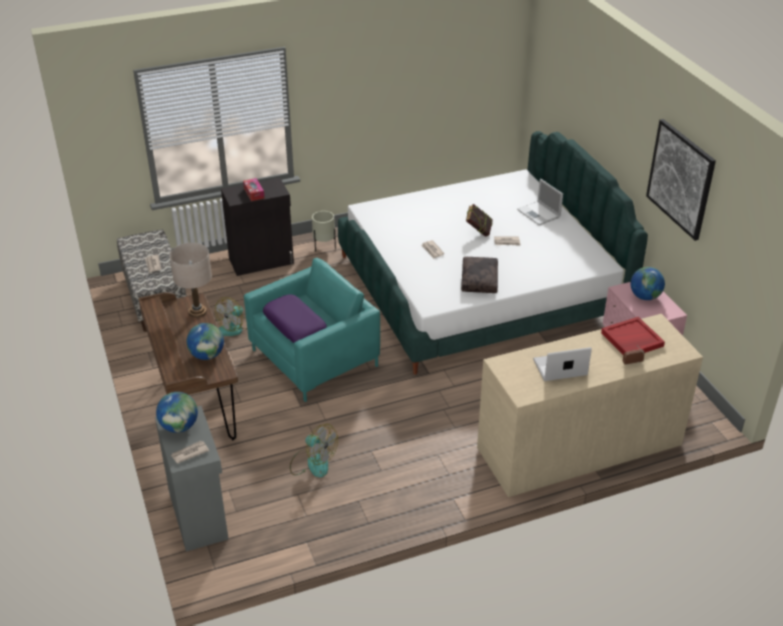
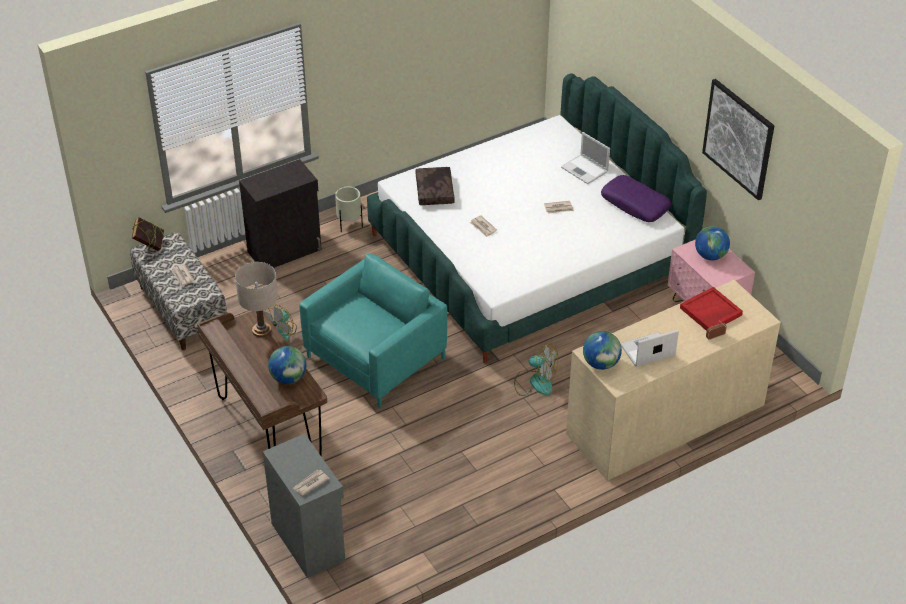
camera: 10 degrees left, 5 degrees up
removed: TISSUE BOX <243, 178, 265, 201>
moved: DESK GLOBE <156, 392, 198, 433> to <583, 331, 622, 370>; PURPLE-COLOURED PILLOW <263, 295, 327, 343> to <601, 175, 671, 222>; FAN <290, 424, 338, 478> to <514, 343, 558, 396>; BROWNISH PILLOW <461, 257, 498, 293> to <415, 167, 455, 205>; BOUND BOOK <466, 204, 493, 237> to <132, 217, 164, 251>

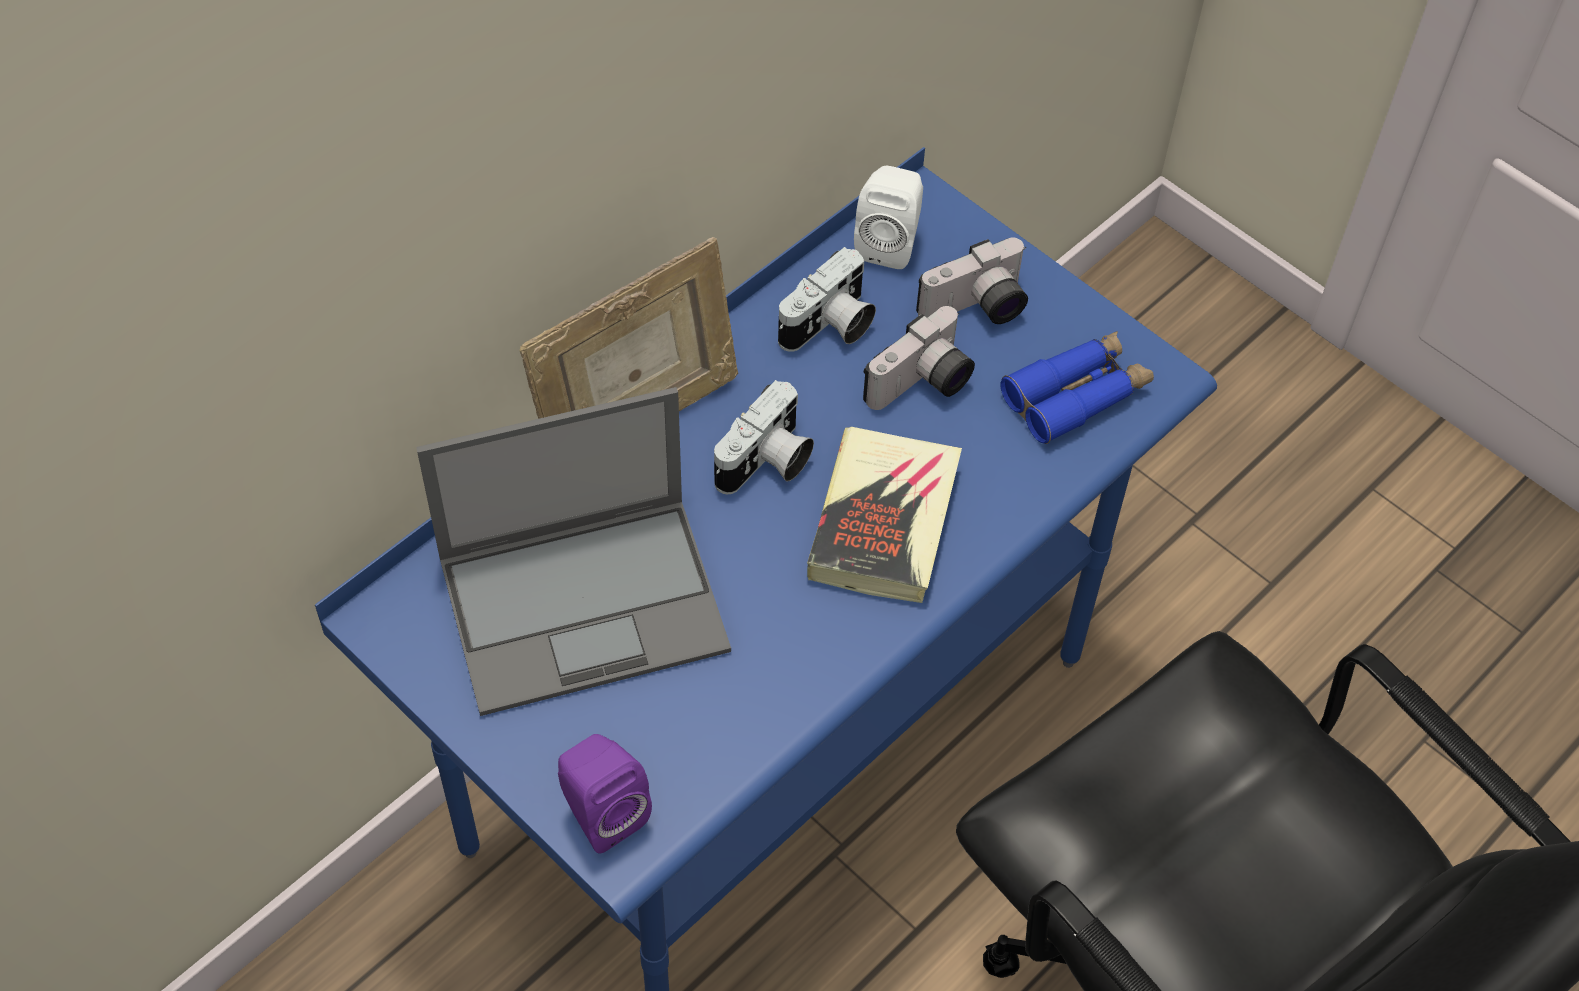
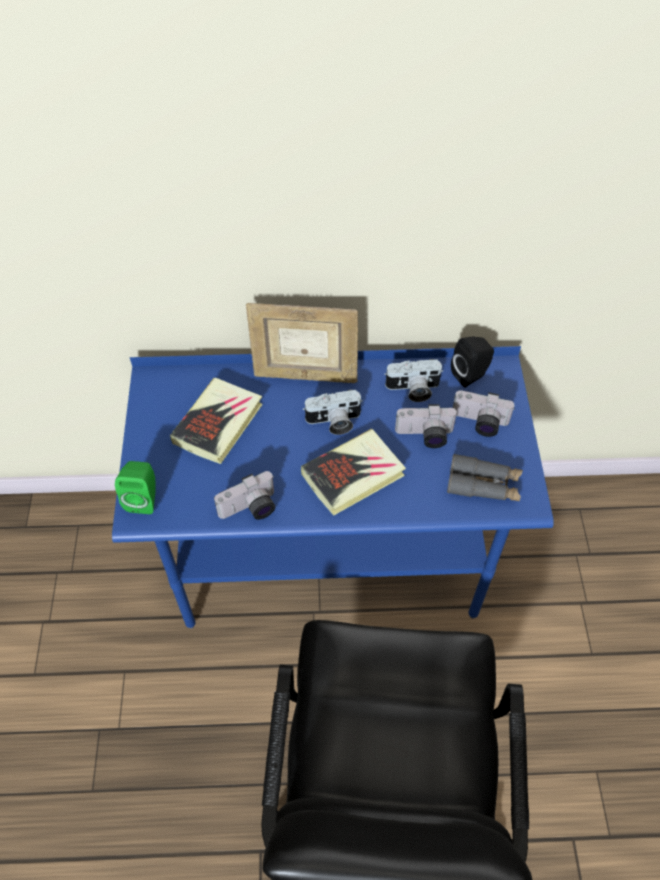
camera: 45 degrees right, 0 degrees up
added: STILL CAMERA <214, 471, 276, 520>
replaced: LAPTOP <417, 387, 731, 716> to BOUND BOOK <170, 378, 263, 464>
recoloured: PURPLE-COLOURED LOUDSPEAKER <558, 734, 652, 854> to GREEN LOUDSPEAKER <115, 461, 156, 514>; WHITISH LOUDSPEAKER <854, 166, 923, 269> to BLACKISH LOUDSPEAKER <451, 336, 494, 388>; BLUE-COLOURED PAIR OF BINOCULARS <1000, 331, 1154, 444> to GREYISH PAIR OF BINOCULARS <447, 454, 523, 501>

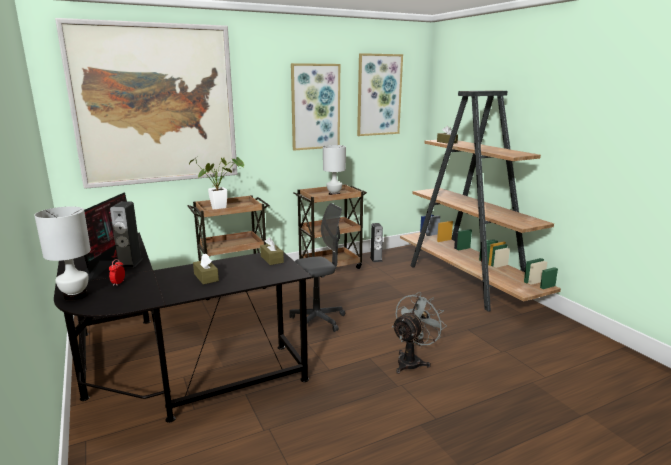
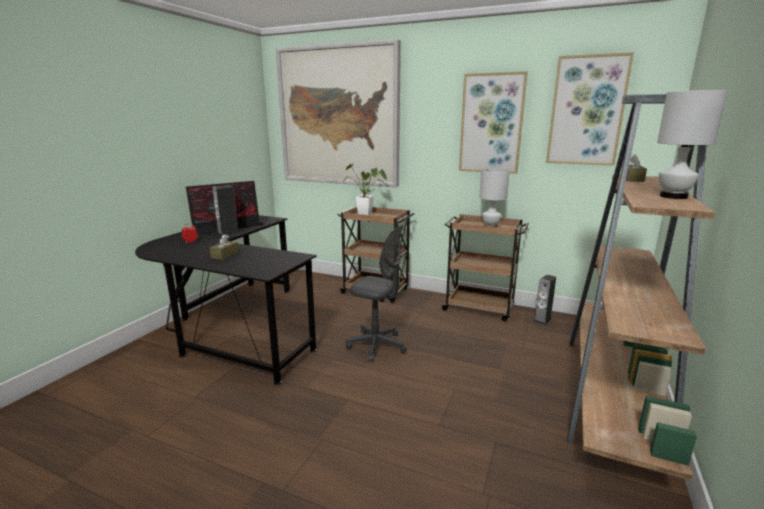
camera: 50 degrees right, 0 degrees up
removed: BROWNISH TISSUE BOX <260, 237, 284, 265>; GREYISH FAN <392, 292, 447, 374>
moved: WHITISH LAMP FOR A TABLE <34, 206, 91, 301> to <657, 90, 728, 199>

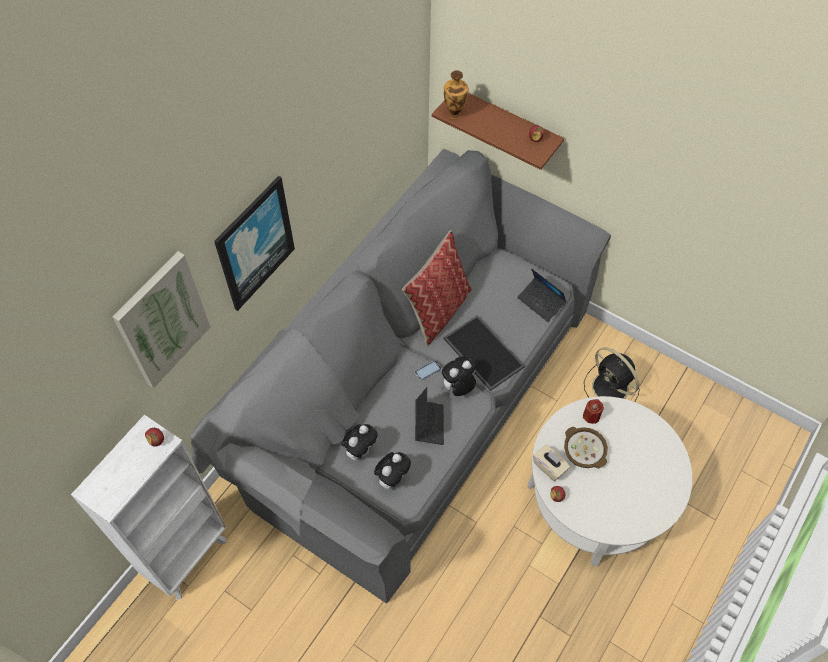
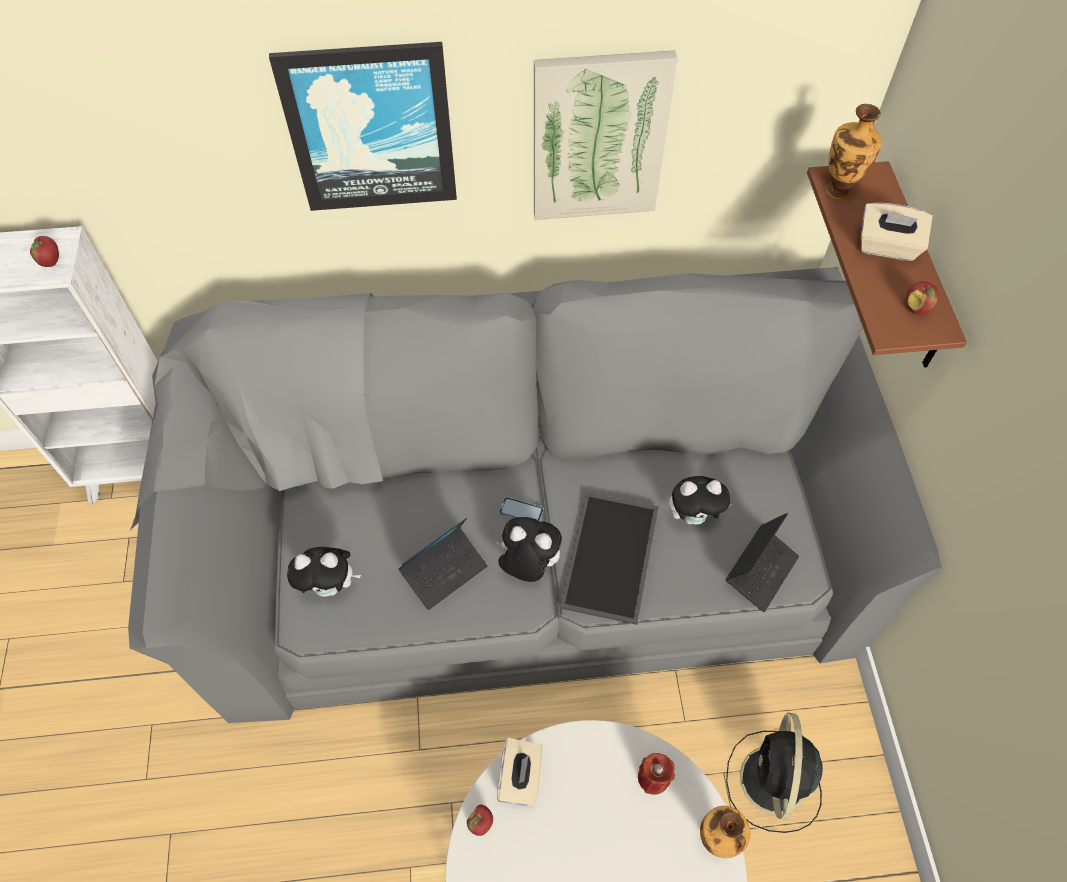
camera: 50 degrees right, 0 degrees up
removed: PILLOW <402, 230, 472, 346>; DEEP DISH <564, 427, 608, 468>
added: DECORATIVE VASE <700, 806, 750, 858>; BEIGE TISSUE BOX <861, 203, 933, 261>
moved: WALL ART <112, 251, 210, 388> to <534, 50, 677, 220>; CUDDLY TOY <342, 424, 377, 461> to <669, 476, 733, 525>
turned: LAPTOP <517, 268, 567, 322> = <726, 513, 799, 612> 150 degrees counterclockwise

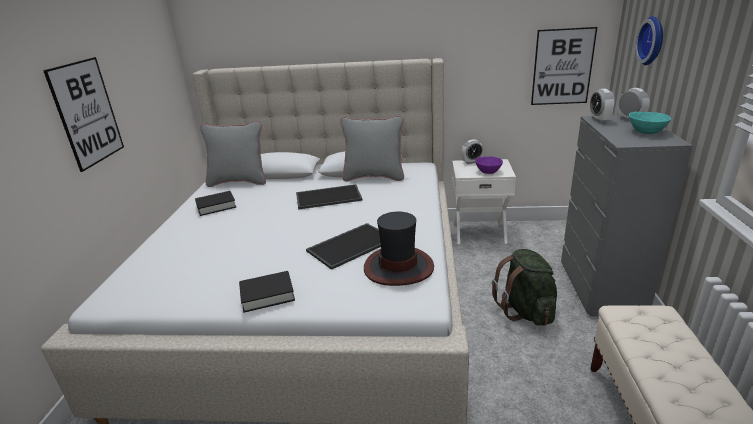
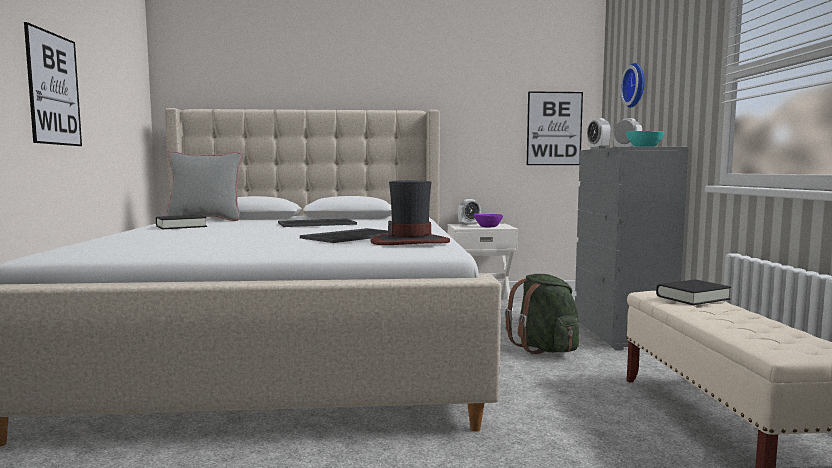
camera: 10 degrees left, 20 degrees down
removed: GREYISH PILLOW <340, 116, 404, 181>
moved: BLACKISH BOUND BOOK <239, 271, 295, 313> to <656, 280, 731, 305>

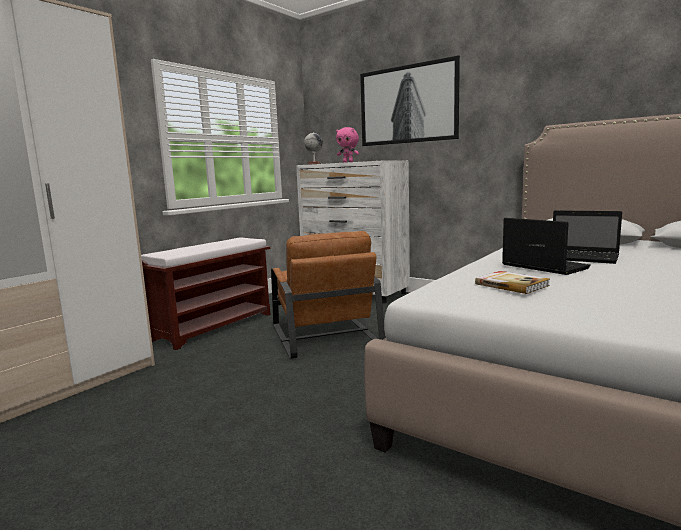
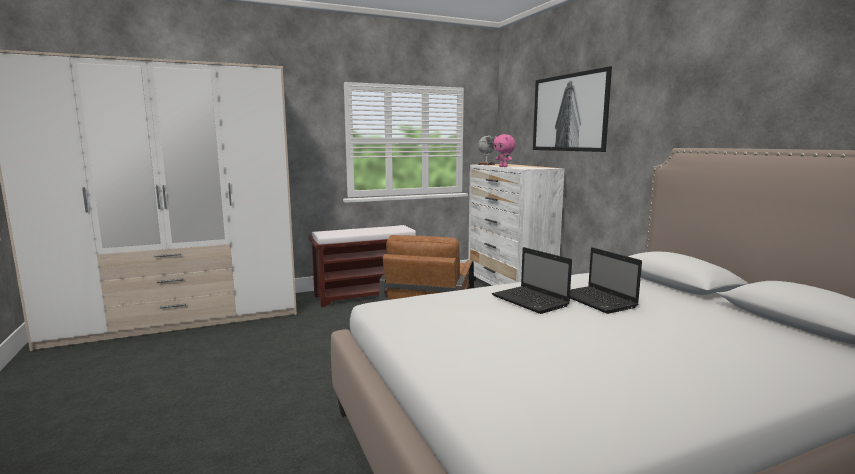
camera: 30 degrees right, 0 degrees up
removed: BOUND BOOK <475, 271, 550, 294>
turned: LAPTOP <502, 218, 591, 275> = <492, 247, 572, 314> 150 degrees clockwise

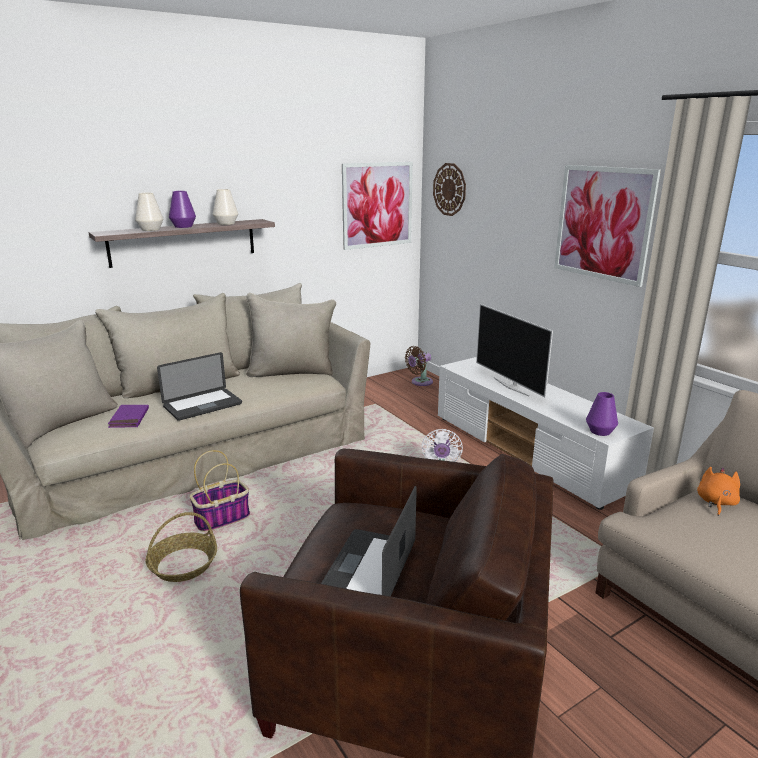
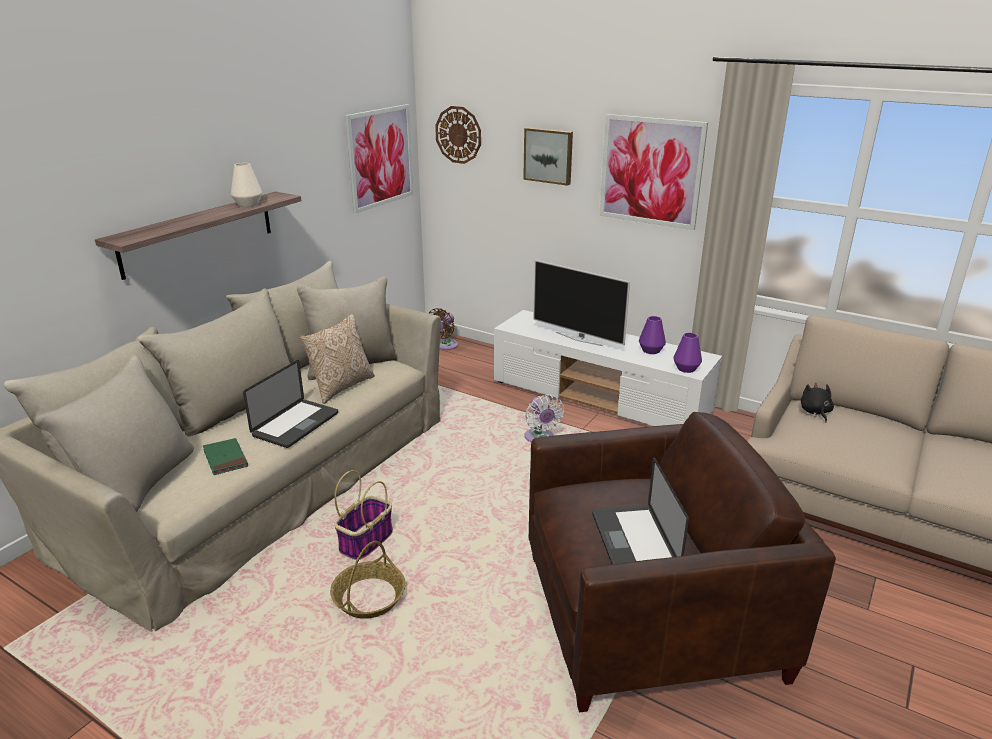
camera: 25 degrees left, 5 degrees up
removed: WHITISH DECORATIVE VASE <135, 193, 163, 231>
added: PILLOW <300, 313, 375, 404>; WALL ART <523, 127, 573, 186>
moved: PURPLE-COLOURED DECORATIVE VASE <169, 191, 196, 228> to <639, 316, 666, 354>
recoloured: PURPLE-COLOURED BOUND BOOK <108, 405, 149, 428> to GREEN BOUND BOOK <203, 438, 248, 475>; ORANGEY CUDDLY TOY <697, 467, 740, 516> to BLACKISH CUDDLY TOY <801, 383, 834, 423>

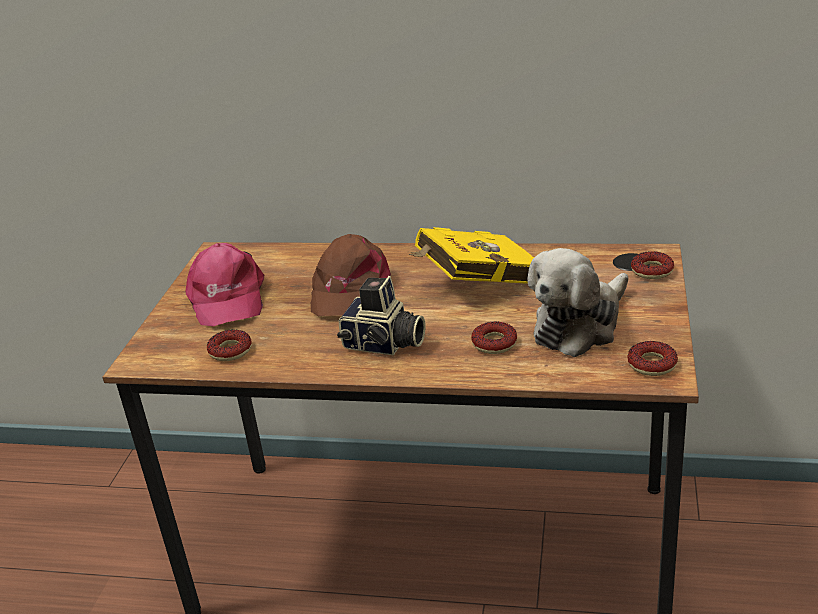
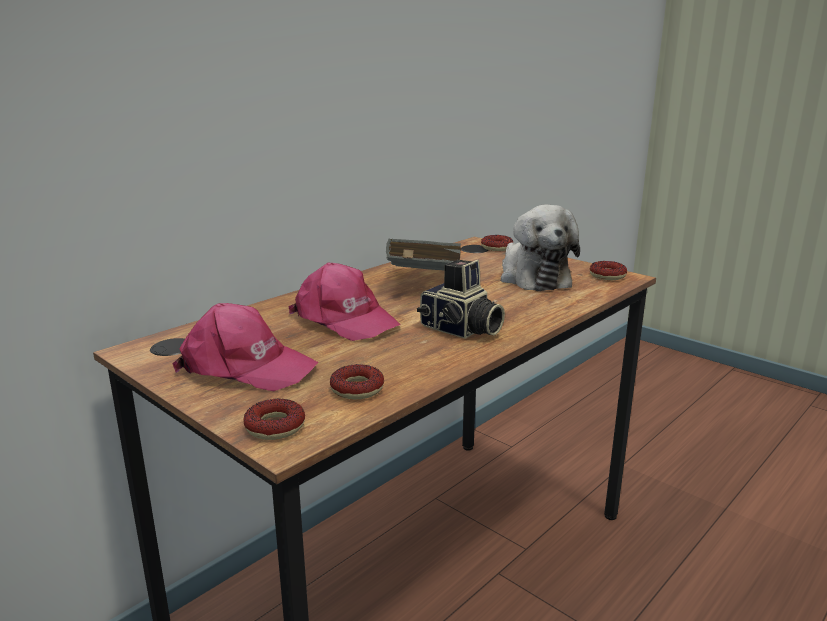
camera: 60 degrees left, 10 degrees down
moved: DONUT <471, 321, 517, 354> to <243, 399, 305, 440>
recoloured: BROWNISH CAP <311, 234, 391, 316> to PINK CAP <288, 263, 401, 341>; YELLOW-COLOURED BOUND BOOK <408, 227, 534, 284> to GREYISH BOUND BOOK <386, 239, 461, 270>
turned: STILL CAMERA <337, 276, 426, 355> = <417, 260, 505, 339> 75 degrees clockwise

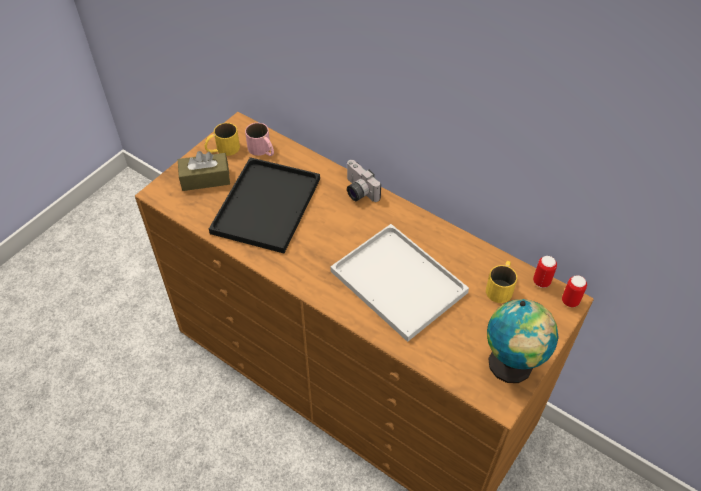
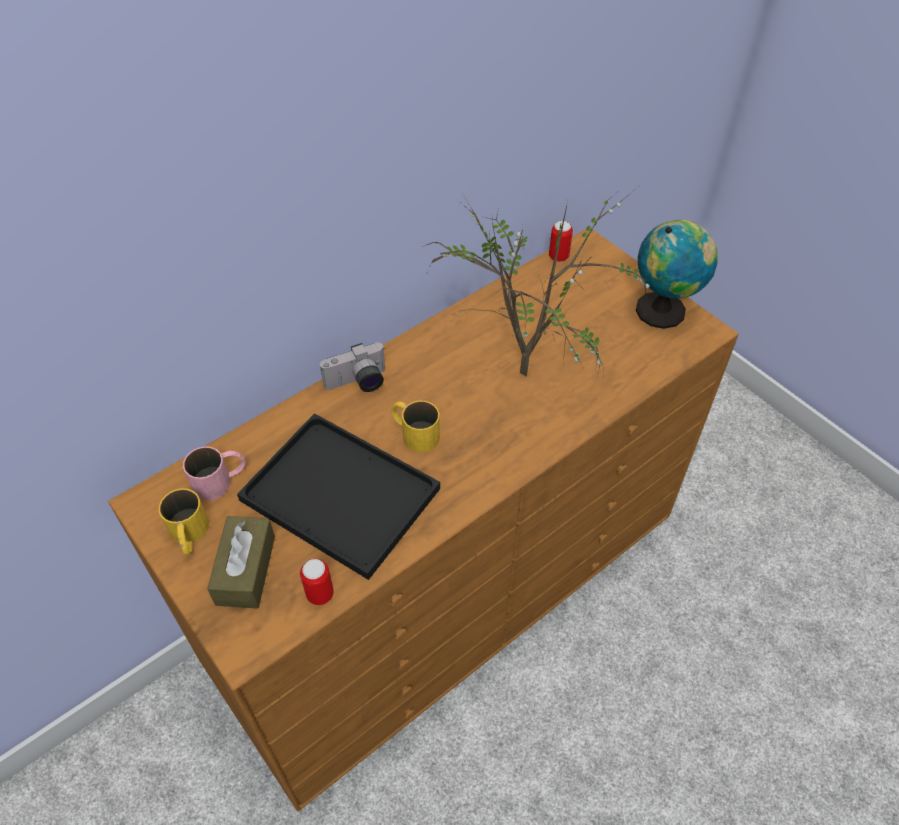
camera: 75 degrees left, 0 degrees up
moved: YELLOW-COLOURED TEA MUG <486, 261, 517, 303> to <391, 401, 440, 452>; SEALED CAN <562, 275, 587, 307> to <300, 559, 334, 605>
replaced: WHITISH SERVING TRAY <330, 224, 469, 342> to HOUSEPLANT <422, 187, 651, 377>

